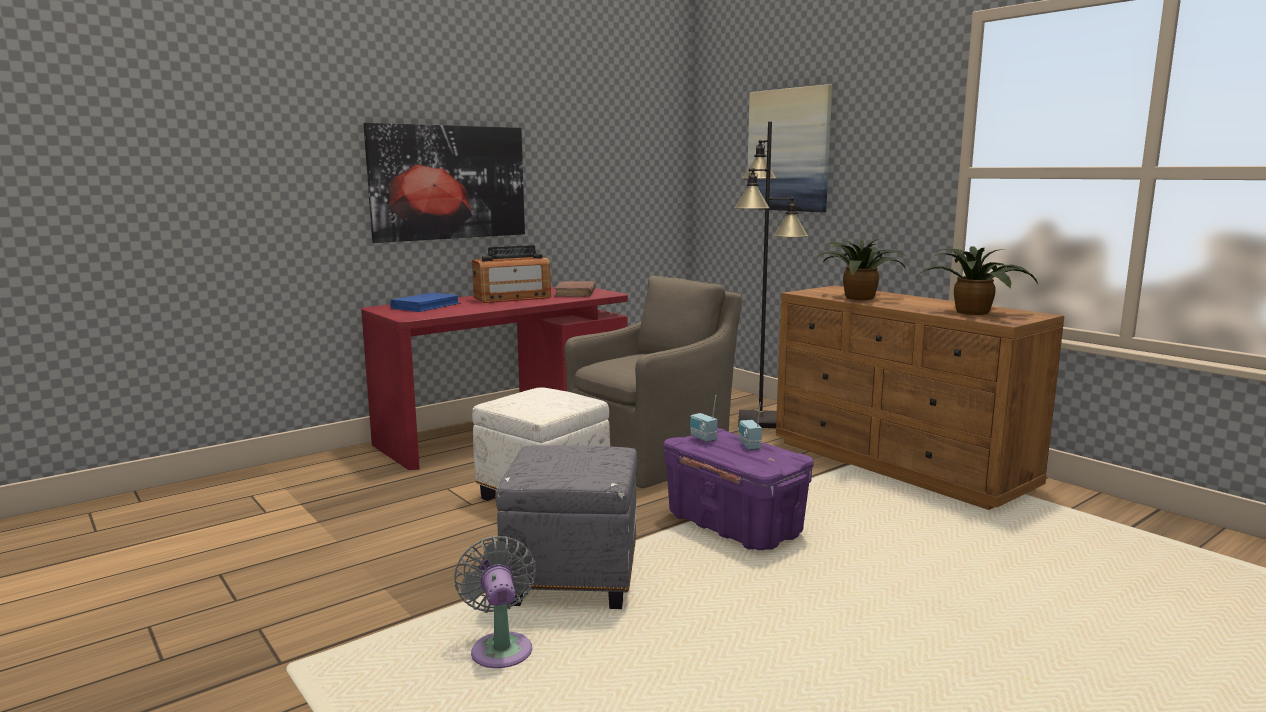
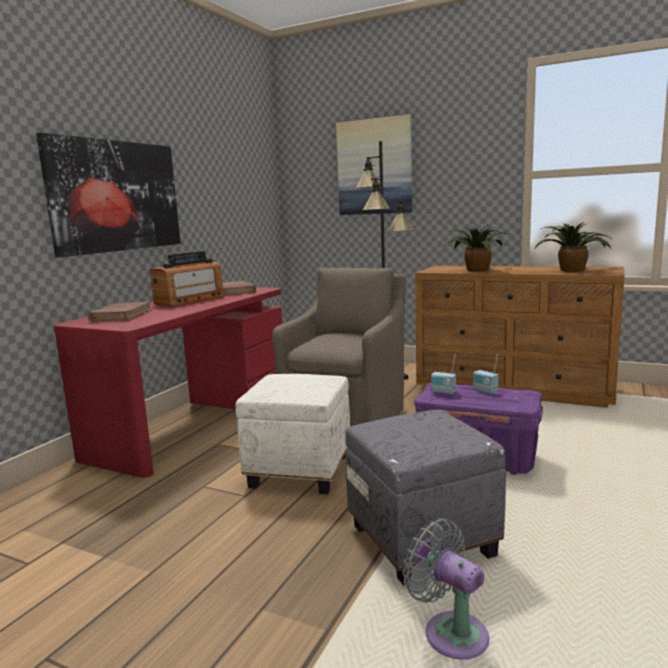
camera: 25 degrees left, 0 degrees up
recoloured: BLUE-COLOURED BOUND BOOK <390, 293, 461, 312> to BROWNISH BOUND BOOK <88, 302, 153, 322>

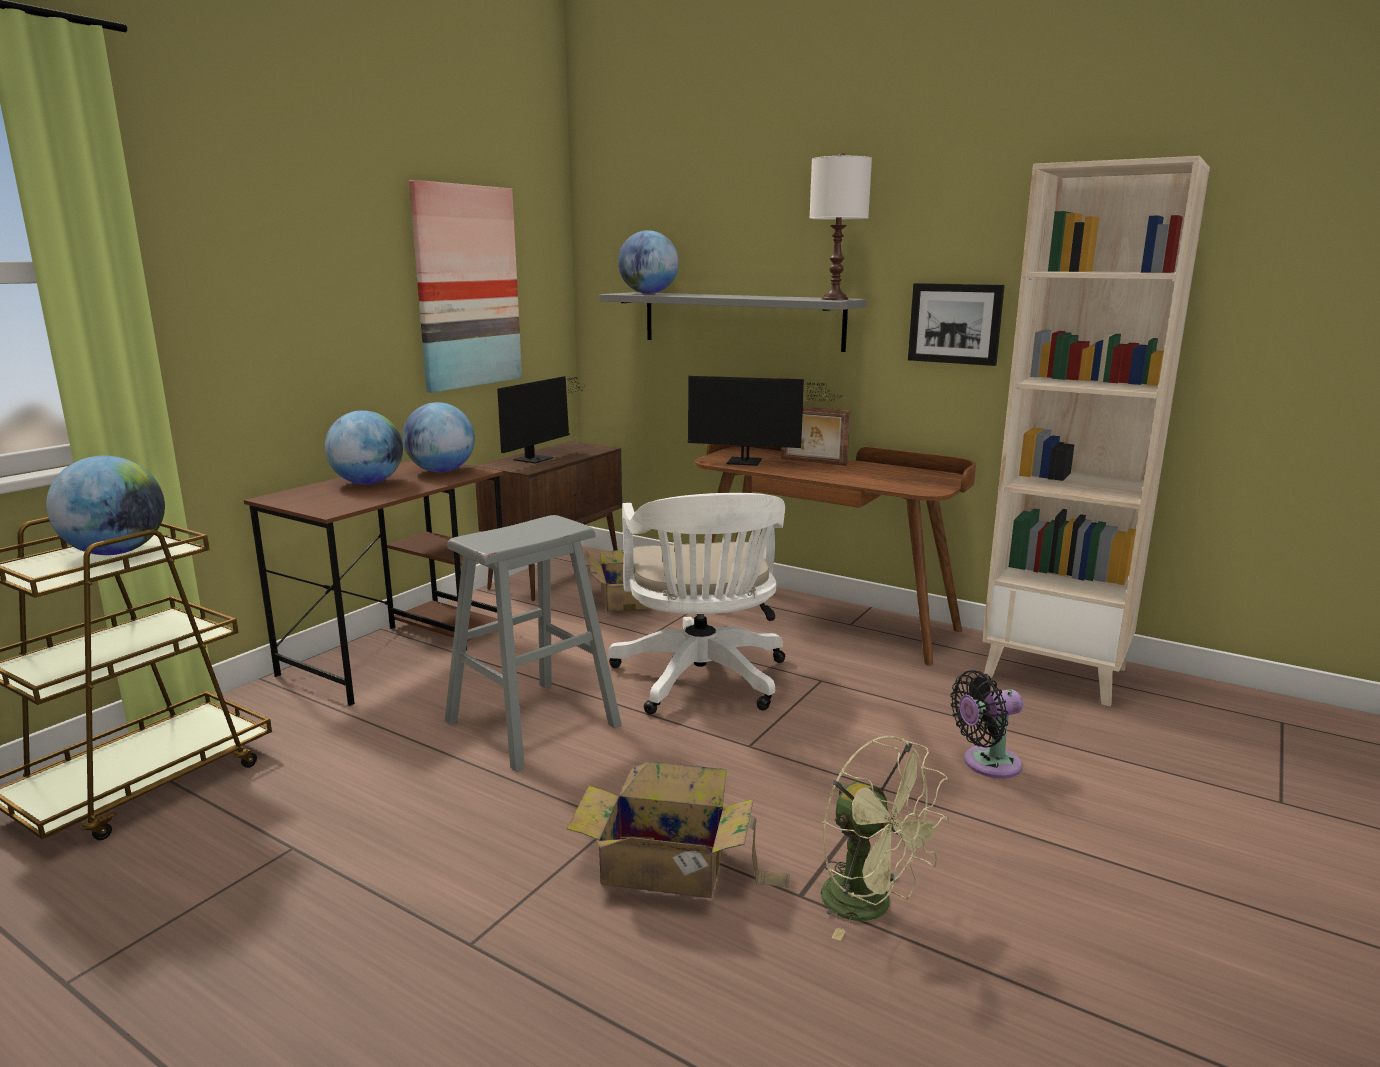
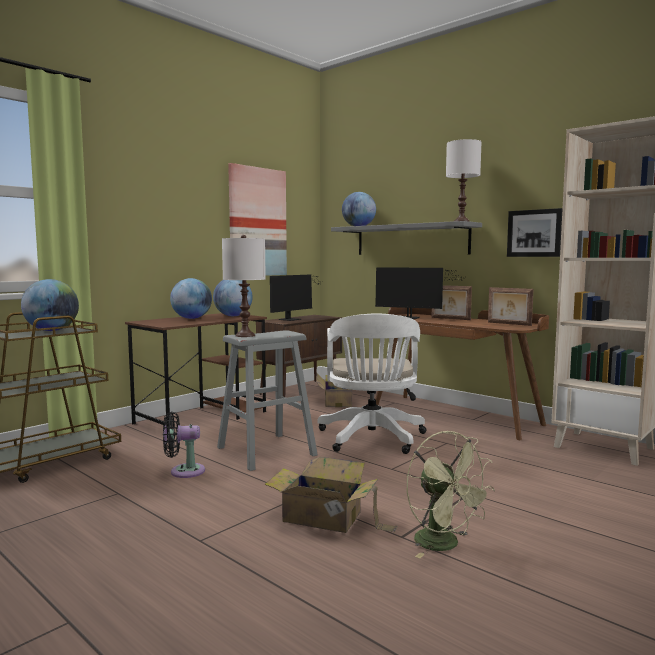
camera: 10 degrees right, 10 degrees down
added: WHITISH LAMP FOR A TABLE <222, 235, 266, 337>; PICTURE FRAME <488, 287, 534, 326>
moved: BLACKISH FAN <951, 670, 1023, 778> to <163, 412, 205, 478>

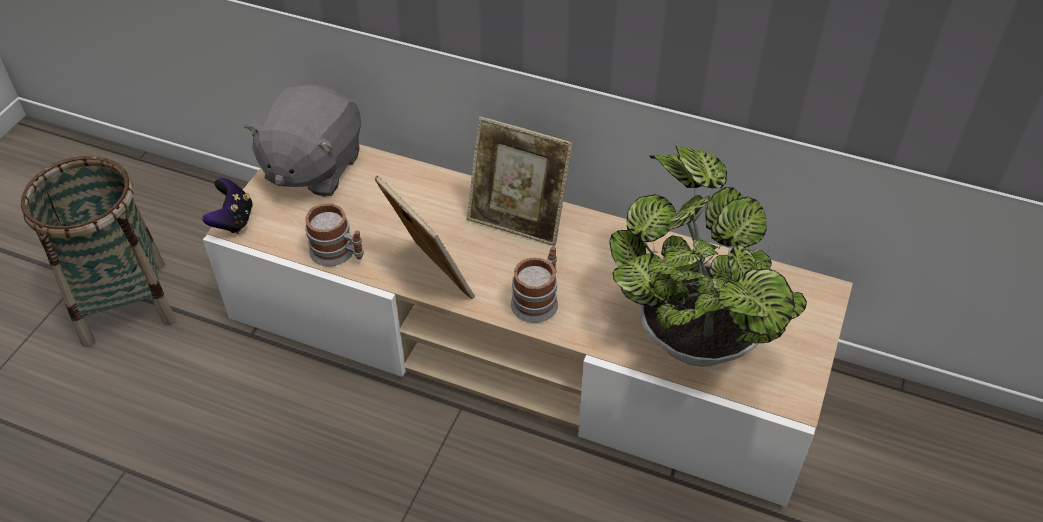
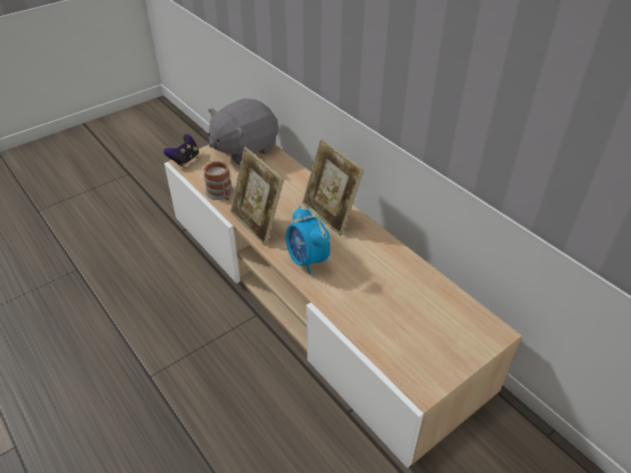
camera: 30 degrees right, 5 degrees down
removed: STORAGE BASKET <21, 156, 176, 347>; HOUSEPLANT <609, 146, 807, 366>
replaced: TEA MUG <511, 246, 558, 323> to TABLE CLOCK <286, 206, 330, 274>
turned: PICTURE FRAME <375, 176, 475, 299> = <230, 147, 284, 246> 150 degrees clockwise

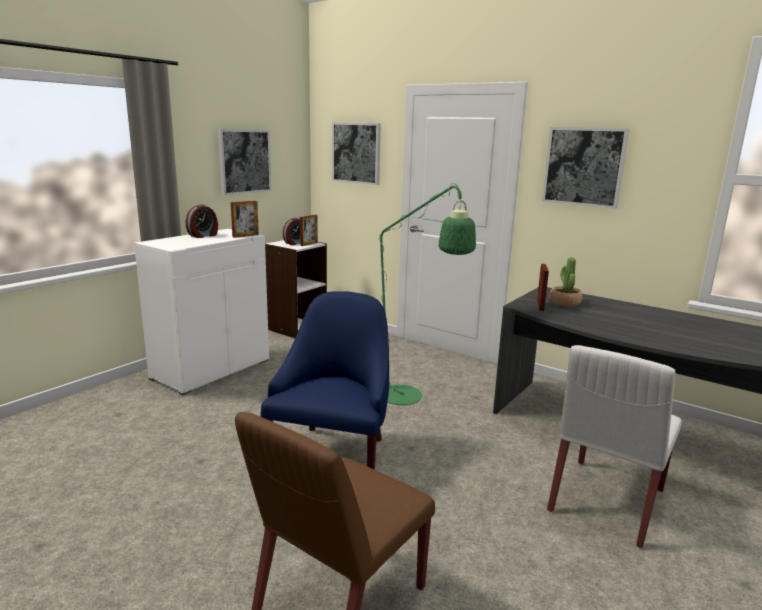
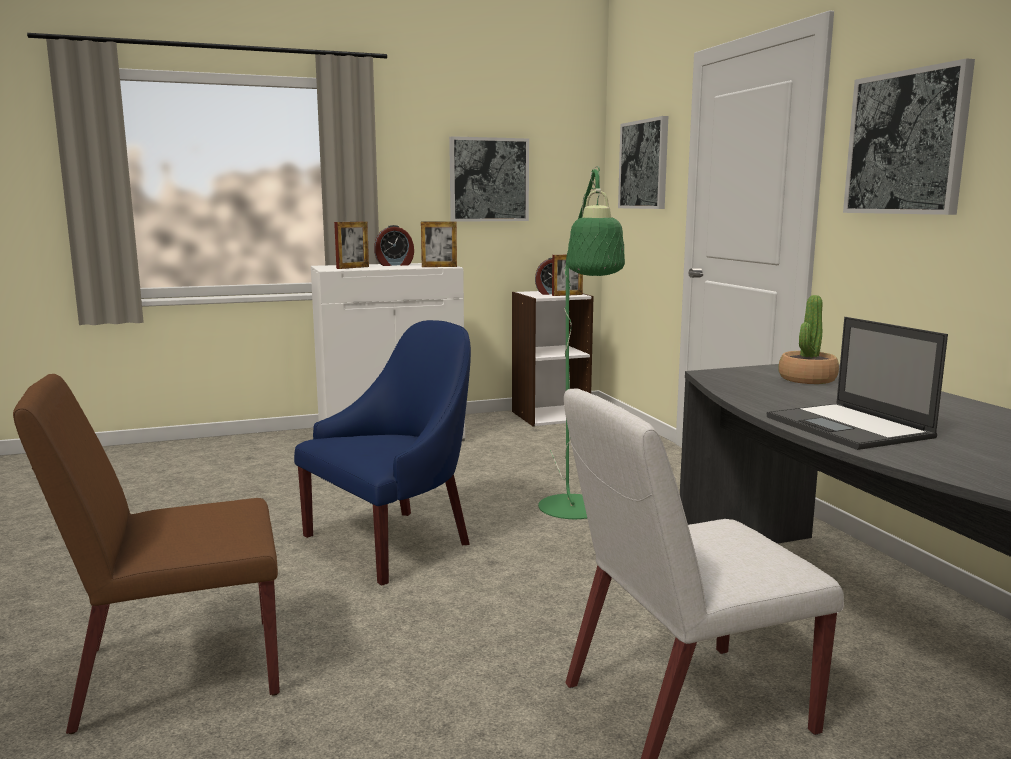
camera: 35 degrees right, 5 degrees down
added: LAPTOP <767, 317, 948, 450>
moved: PICTURE FRAME <537, 264, 549, 311> to <334, 221, 369, 269>

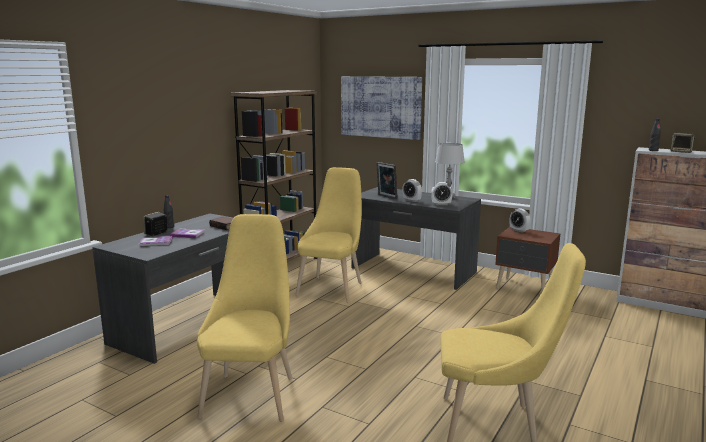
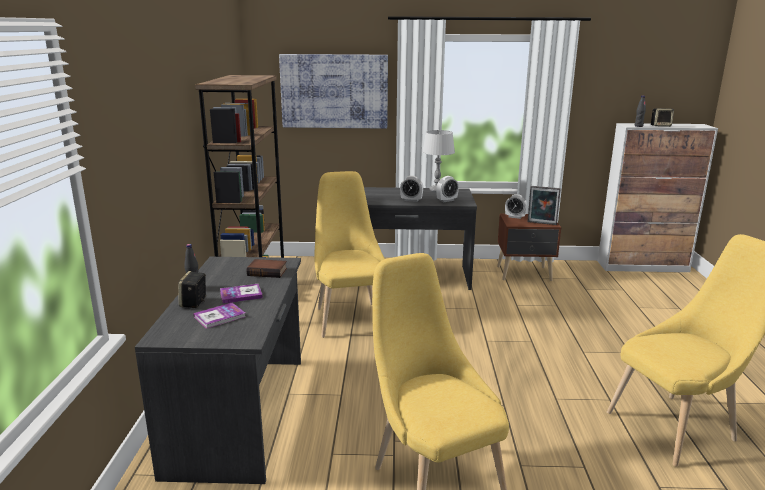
camera: 30 degrees left, 5 degrees up
moved: PICTURE FRAME <376, 162, 398, 199> to <528, 186, 561, 225>

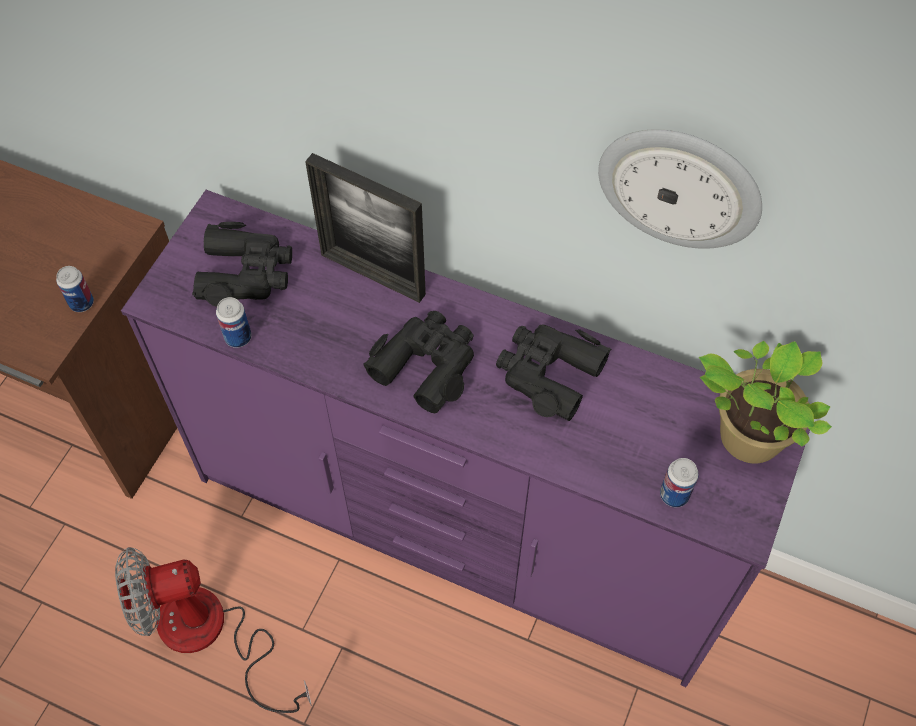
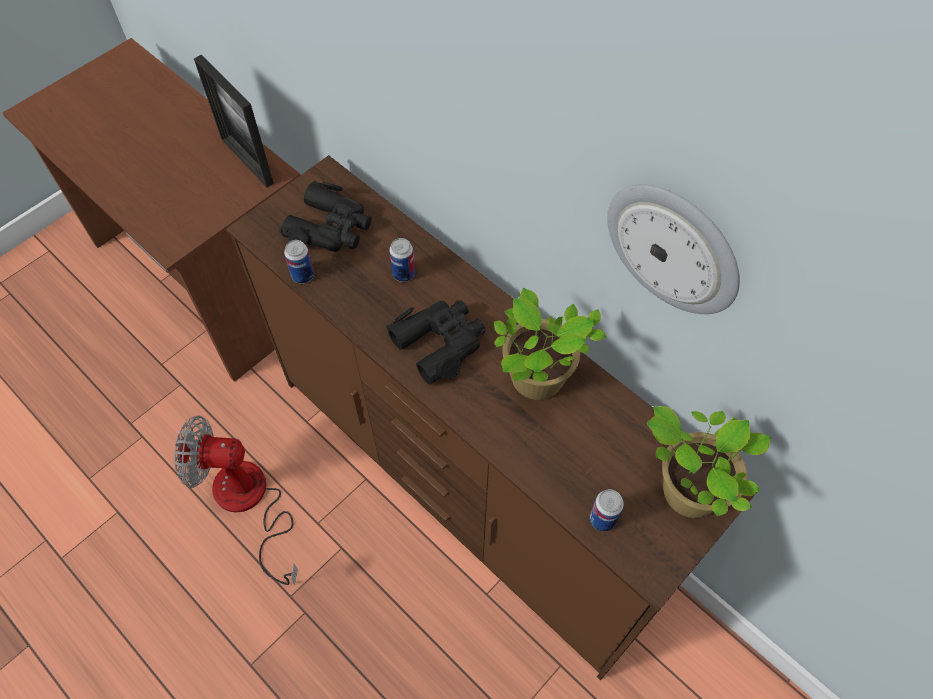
camera: 20 degrees right, 0 degrees up
moved: SEALED CAN <56, 266, 94, 312> to <389, 238, 415, 282>; PICTURE FRAME <305, 153, 426, 303> to <194, 55, 274, 187>
replaced: BLACKISH PAIR OF BINOCULARS <496, 324, 611, 421> to HOUSEPLANT <494, 288, 607, 400>
recoloured: PURPLE-COLOURED DRESSER <121, 190, 810, 687> to BROWNISH DRESSER <226, 155, 756, 680>

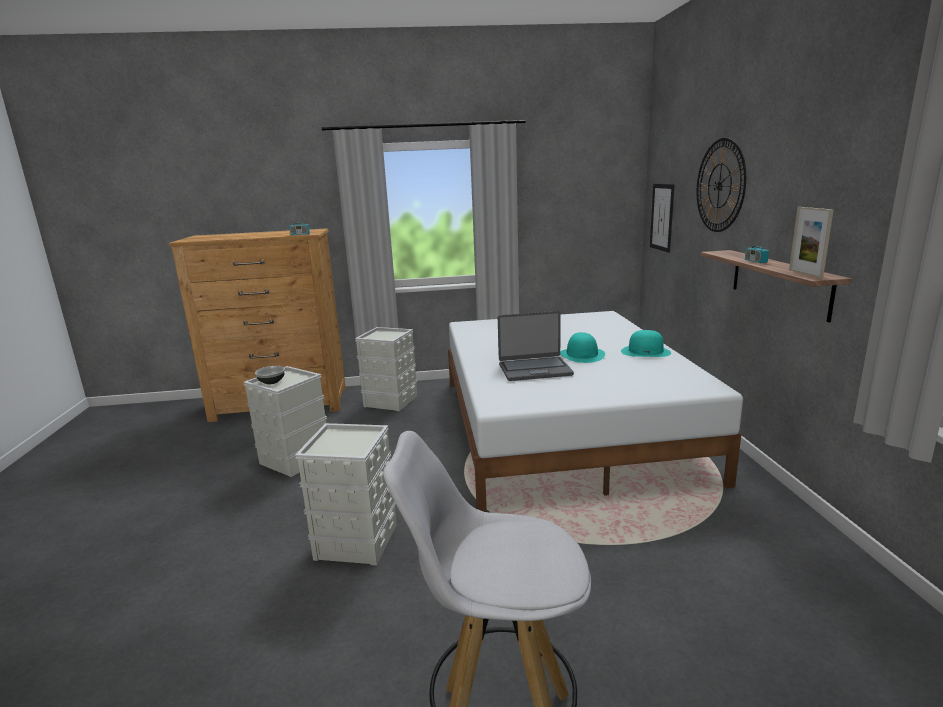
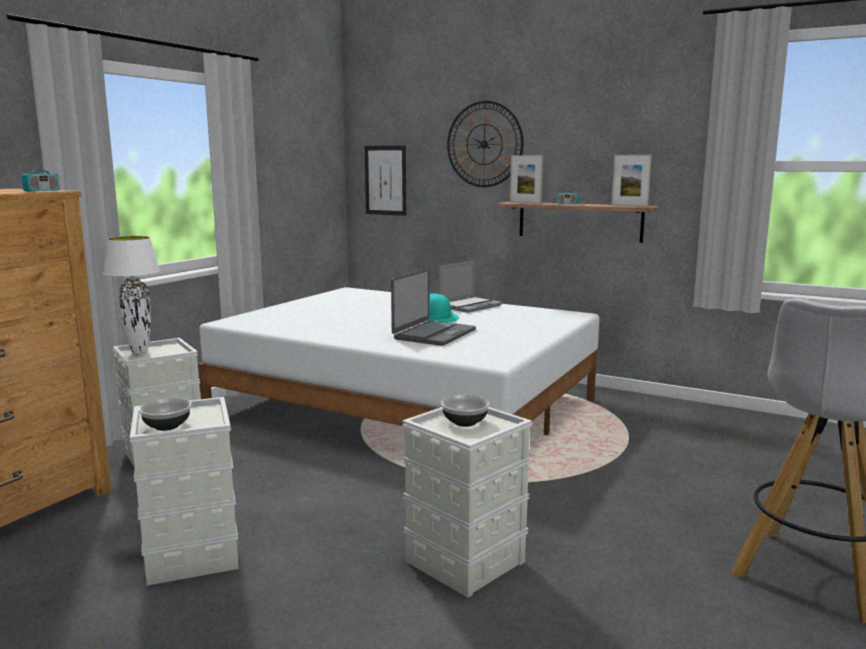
camera: 55 degrees left, 5 degrees down
added: WHITISH LAMP FOR A TABLE <103, 236, 160, 355>; DEEP DISH <441, 395, 490, 427>; PICTURE FRAME <510, 155, 543, 204>
replaced: TURQUOISE WEARABLE HAT <621, 330, 671, 357> to LAPTOP <439, 261, 502, 313>

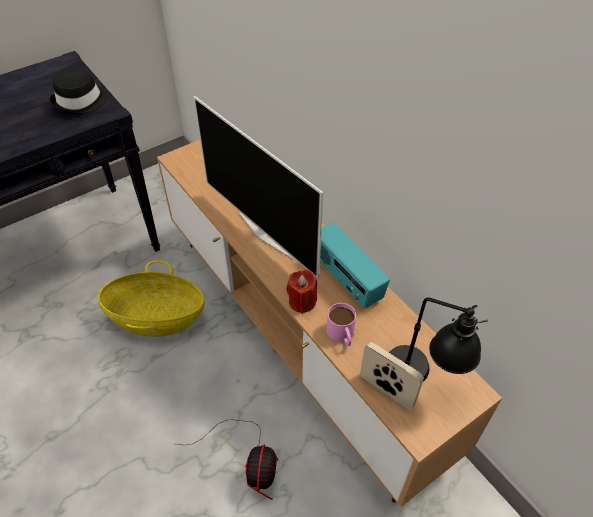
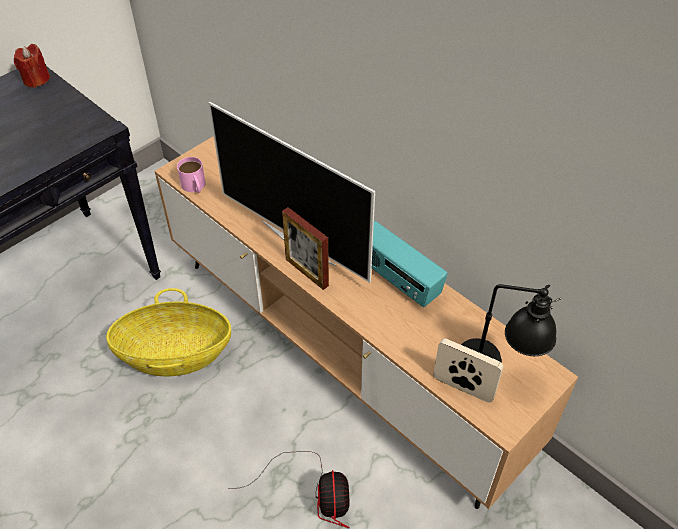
camera: 10 degrees left, 0 degrees up
removed: BLACKISH WEARABLE HAT <49, 72, 108, 114>
added: PICTURE FRAME <282, 207, 329, 290>
moved: REDDISH CANDLE <286, 270, 317, 314> to <14, 44, 50, 88>; PINK TEA MUG <327, 303, 356, 346> to <177, 157, 206, 193>

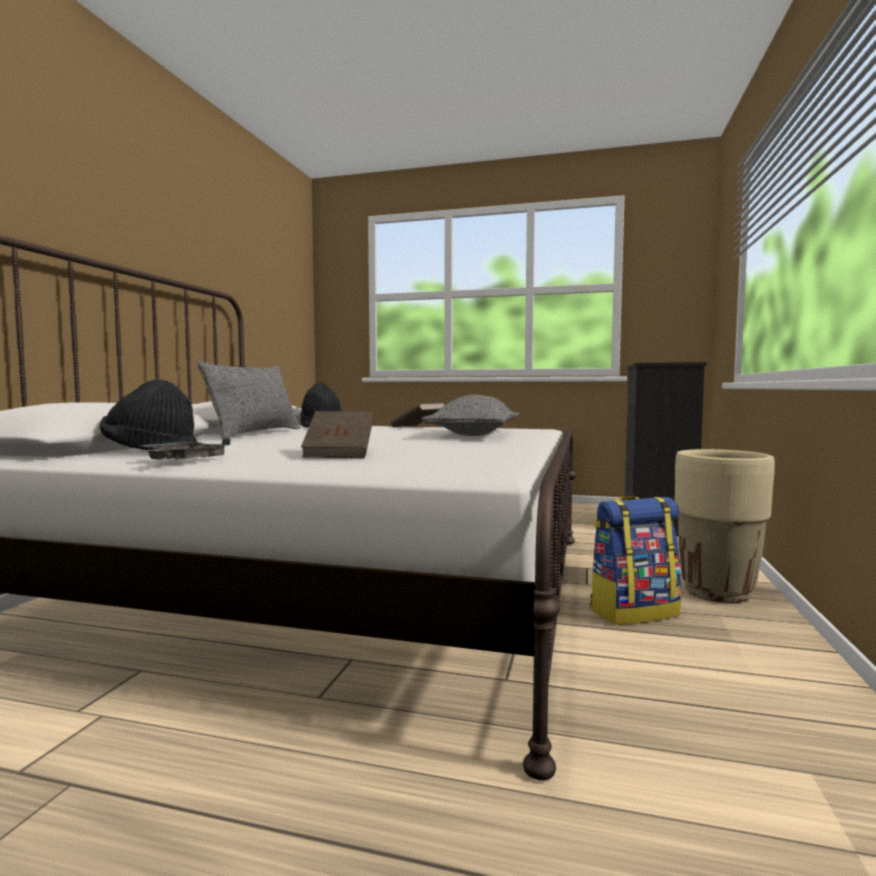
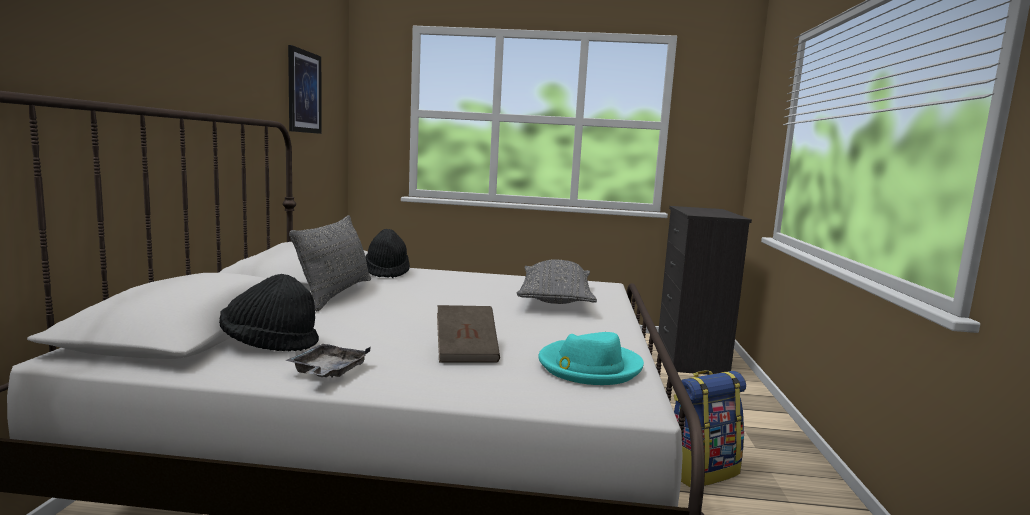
camera: 10 degrees left, 5 degrees up
removed: BROWNISH BOUND BOOK <391, 402, 444, 427>; BEIGE FLOWER POT <675, 449, 775, 603>
added: WALL ART <288, 45, 322, 134>; TURQUOISE WEARABLE HAT <538, 332, 644, 385>

